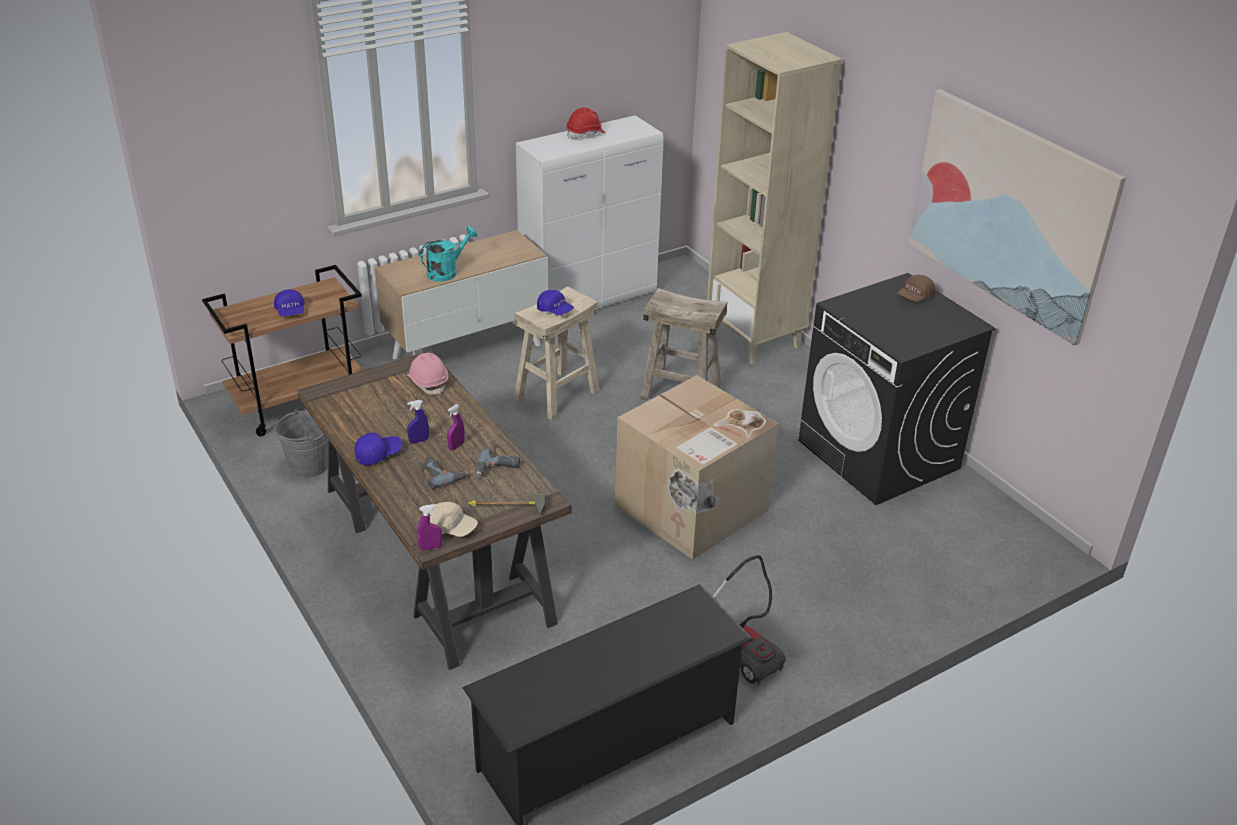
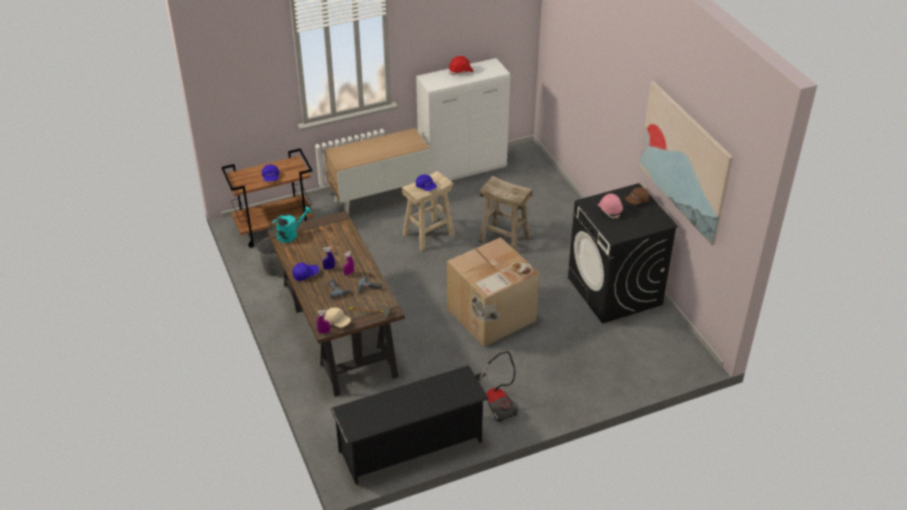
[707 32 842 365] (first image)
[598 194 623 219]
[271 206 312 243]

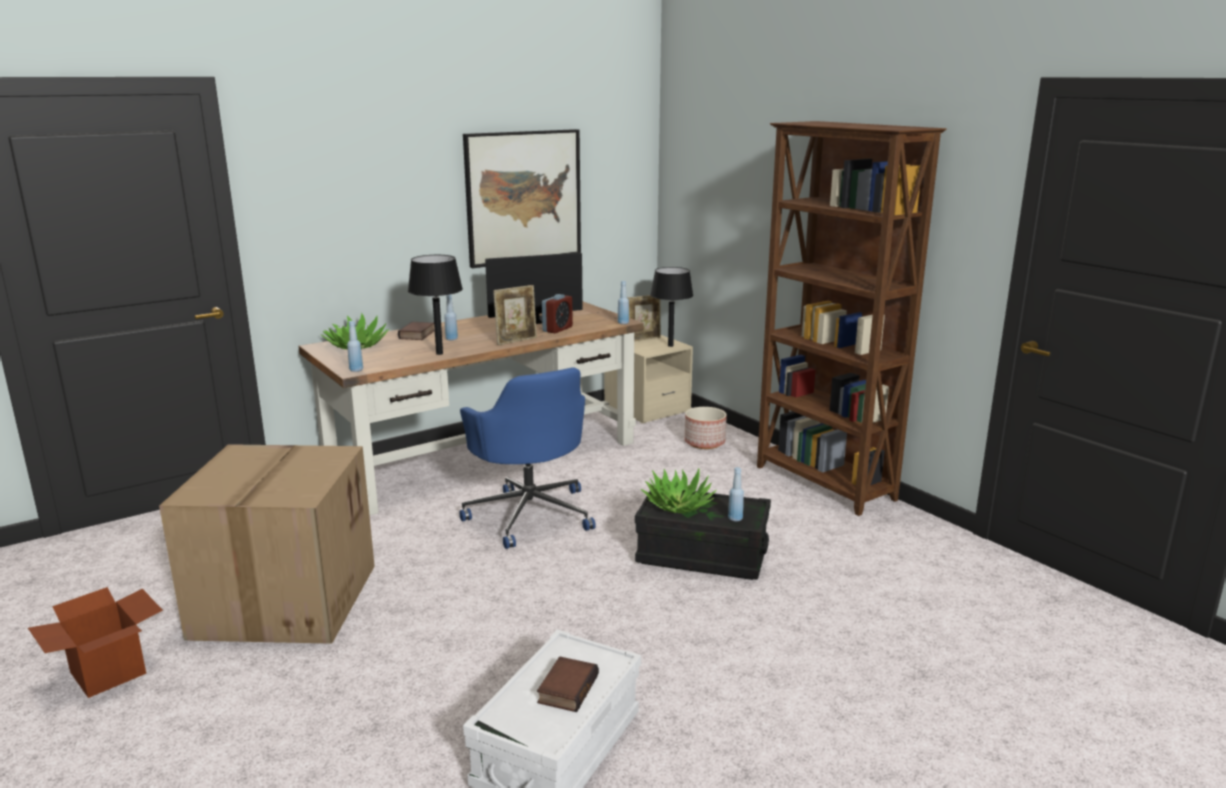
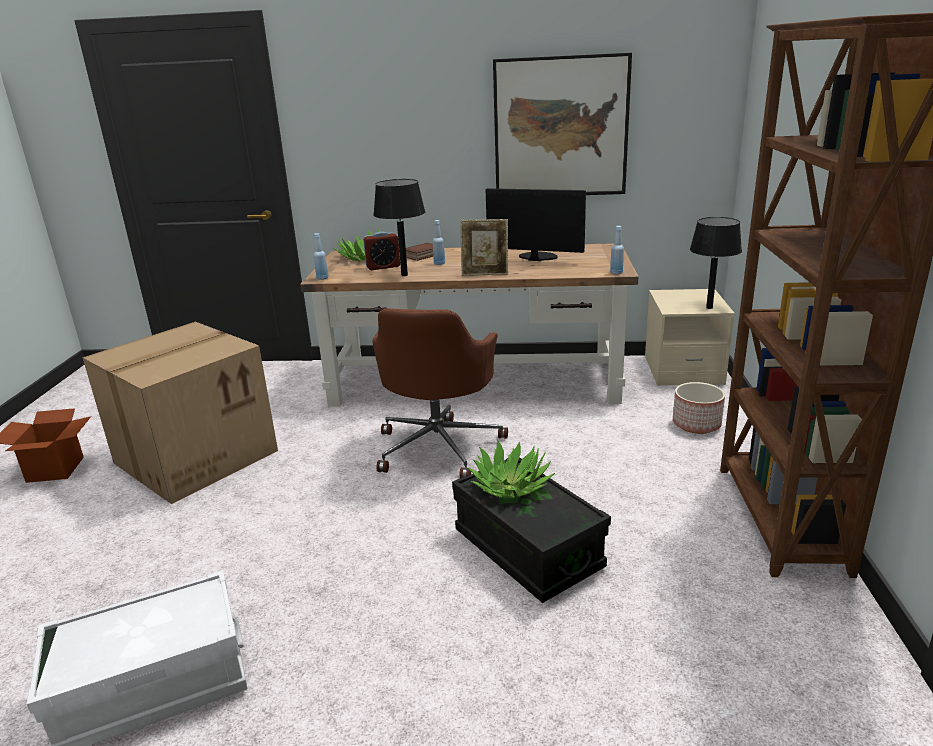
[537 657 599 712] (first image)
[627 295 661 341] (first image)
[728 467 744 521] (first image)
[363 231 400 271]
[372 308 508 478]

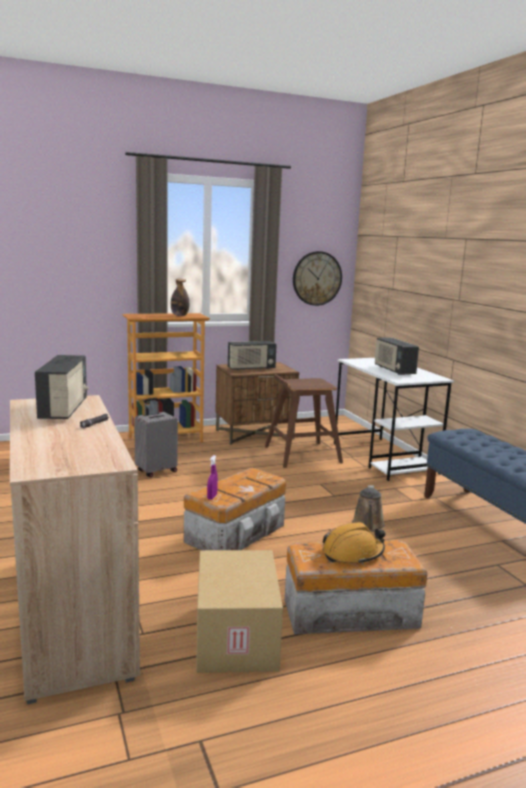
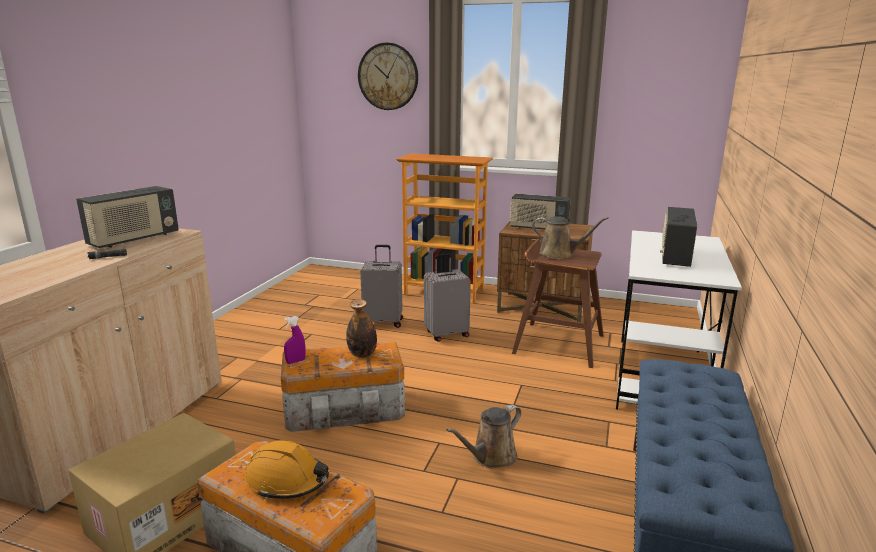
[424 253 471 342]
[532 216 609 259]
[346 299 377 358]
[358 42 418 110]

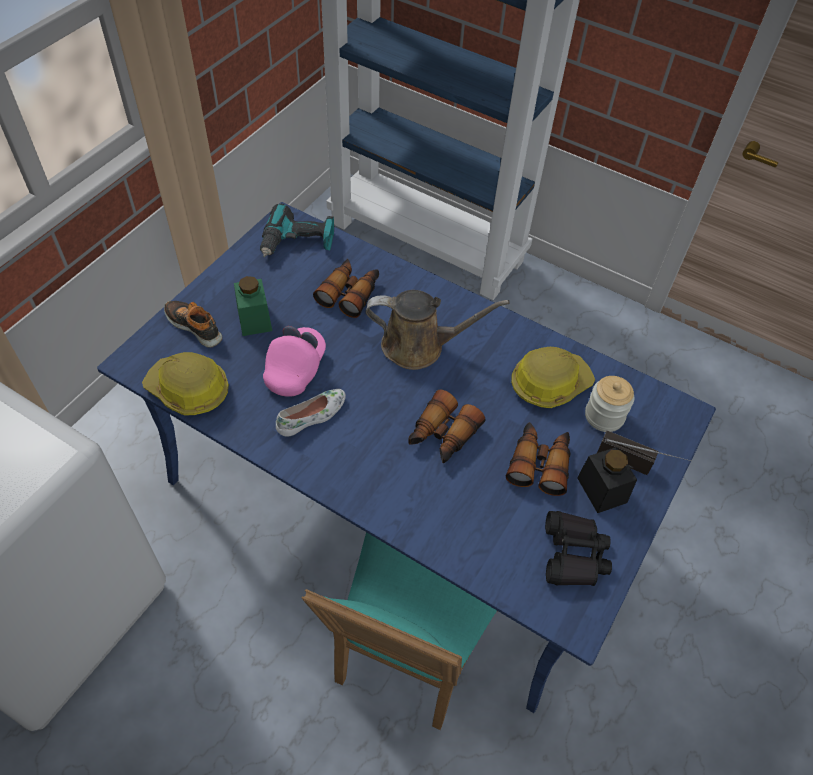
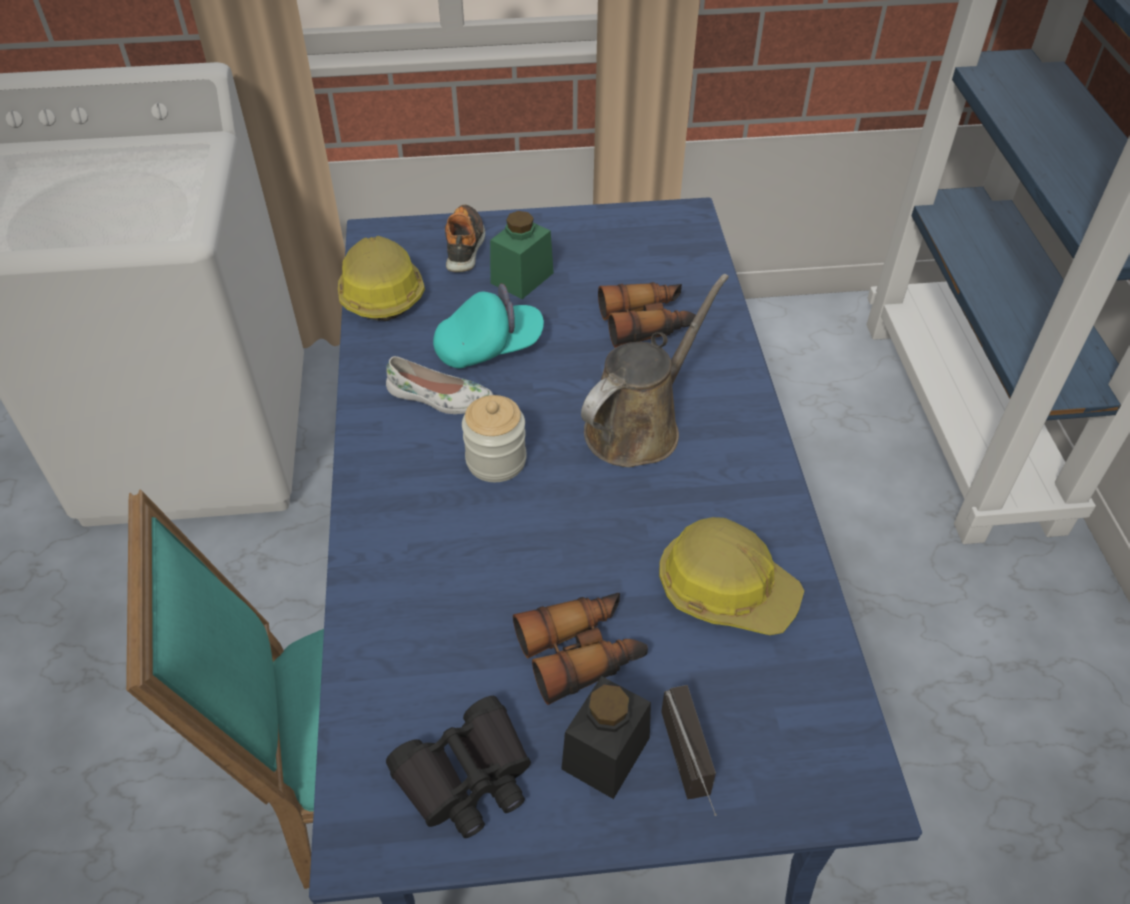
[260 203 334 257] (first image)
[408 390 485 463] (first image)
[462 395 527 482]
[433 284 544 369]
[581 274 729 467]

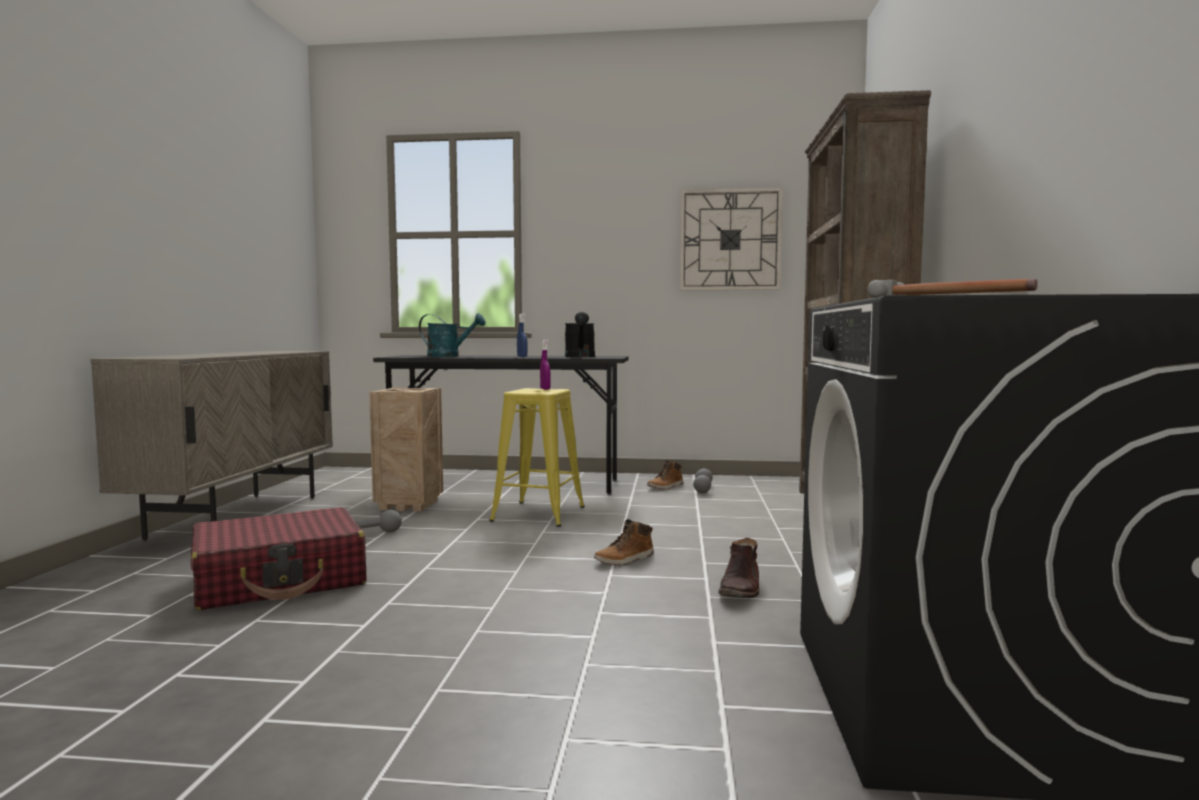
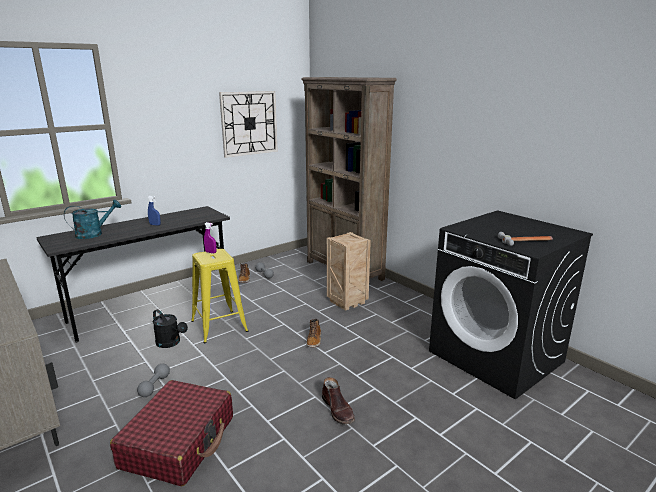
[327 232 371 311]
[152 309 188 348]
[322 377 355 425]

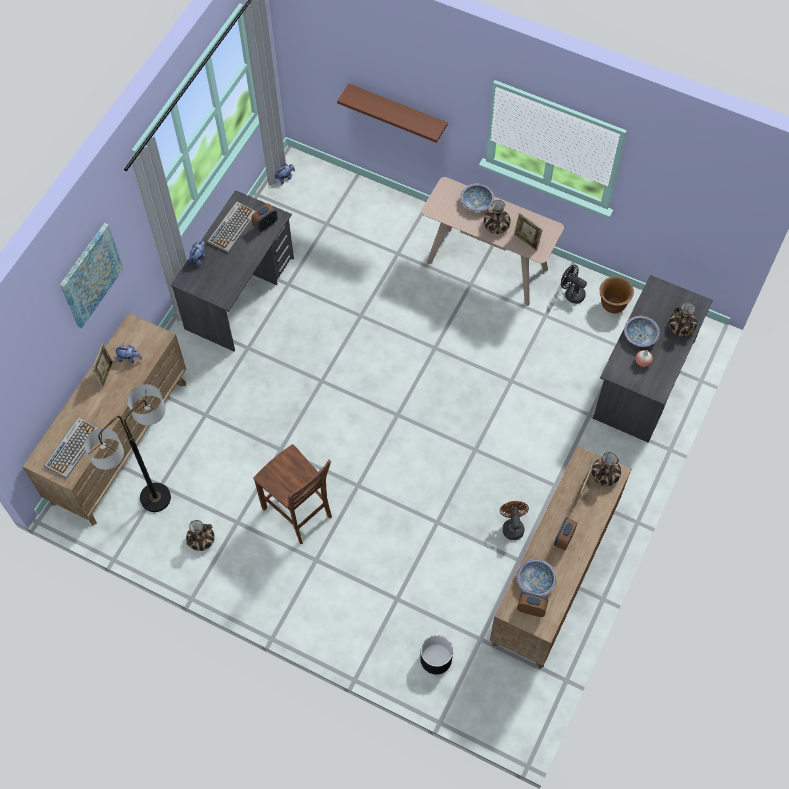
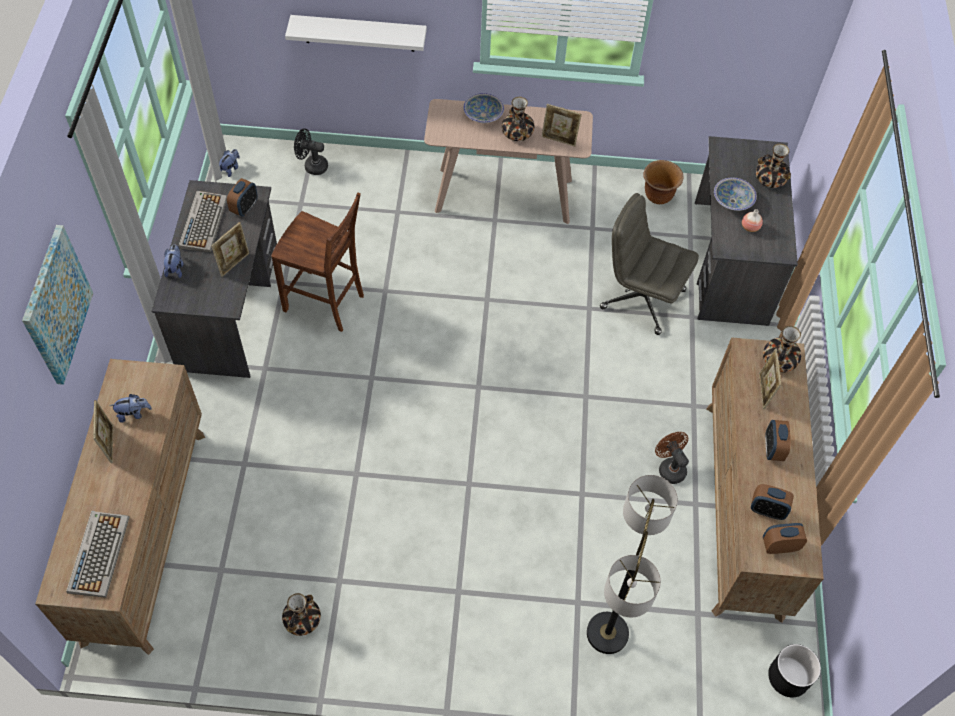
[211 222 249 277]
[600 193 699 335]
[587 475 678 654]
[271 192 364 332]
[768 644 821 697]
[294 128 328 175]
[751 484 794 520]
[285 15 427 52]

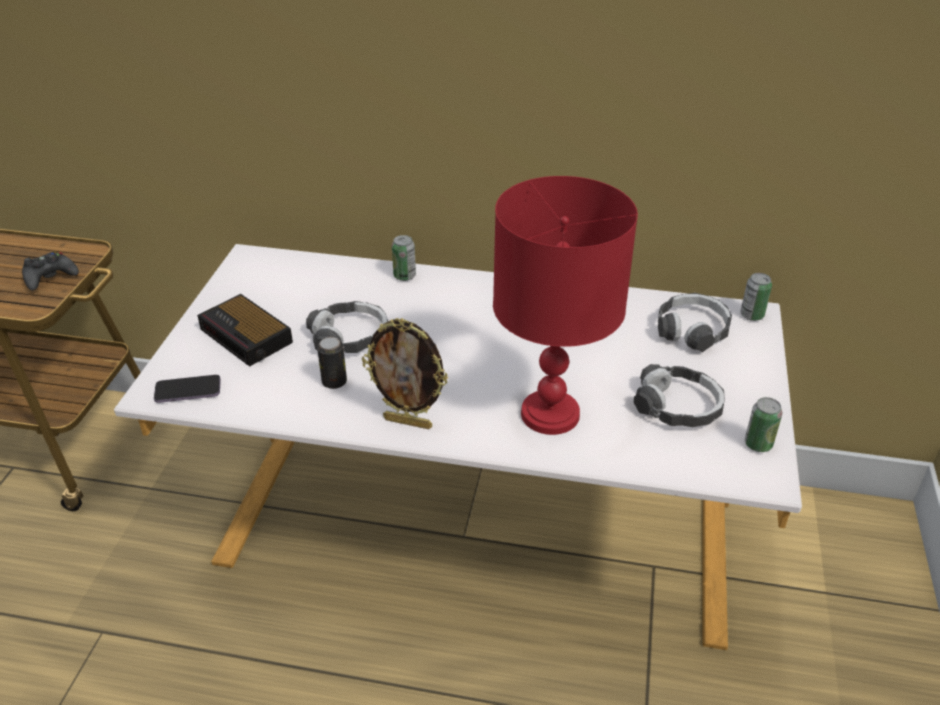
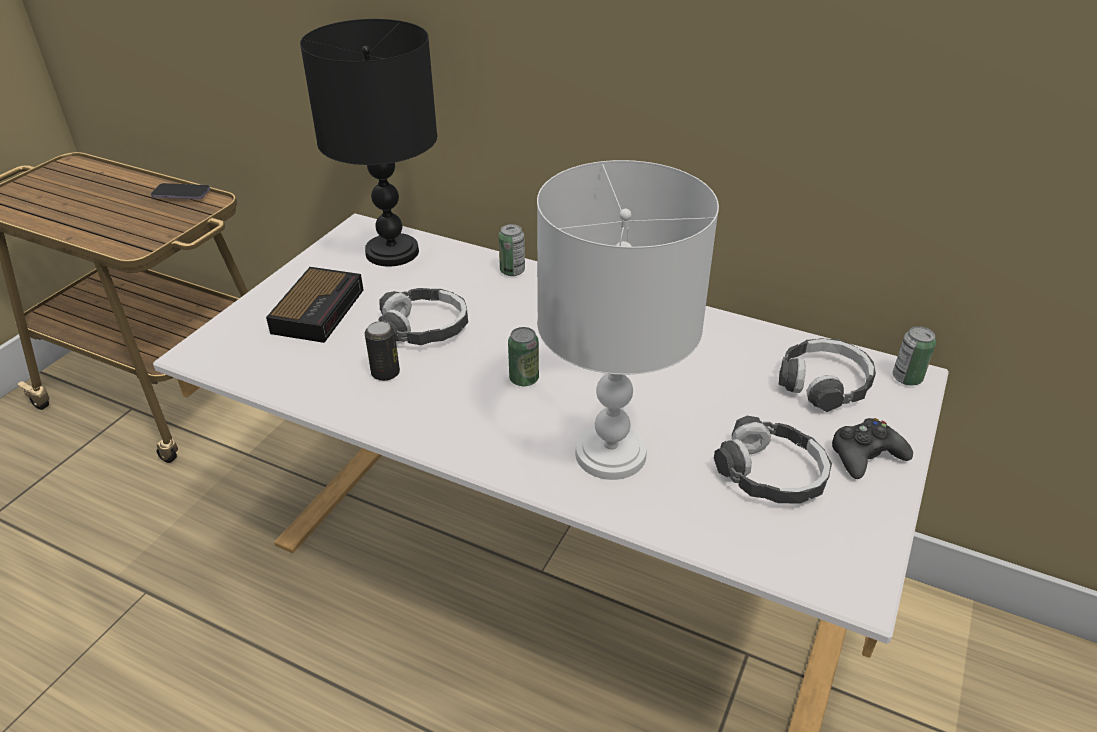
[362 318 448 429] (first image)
[300 19 437 267]
[832 418 913 479]
[151 183 210 199]
[508 327 539 386]
[537 160 719 480]
[266 267 363 343]

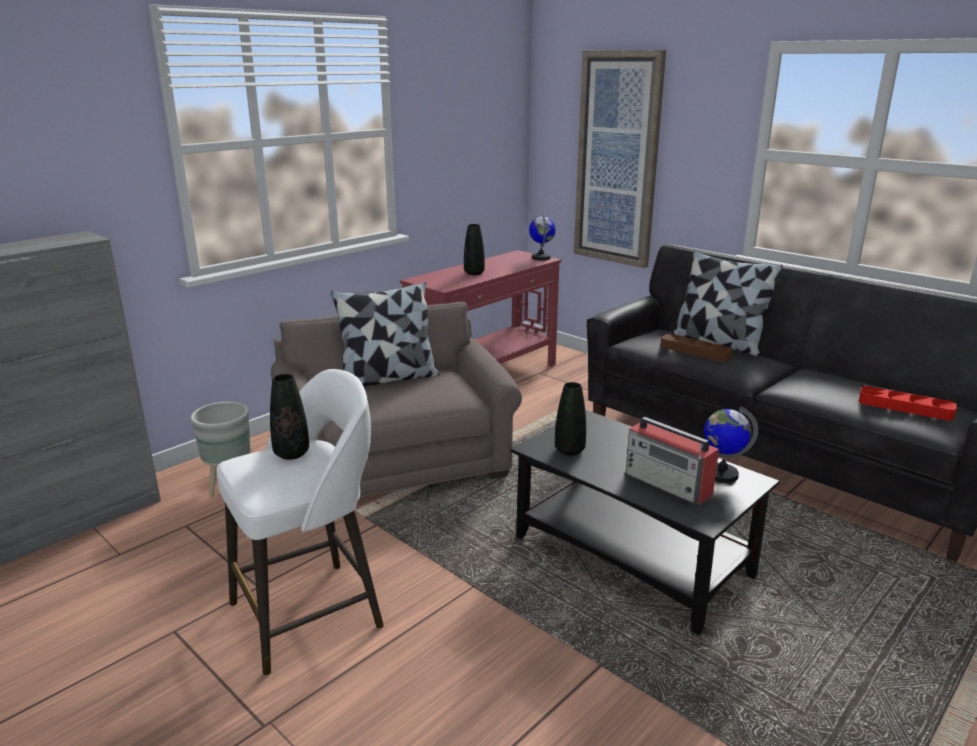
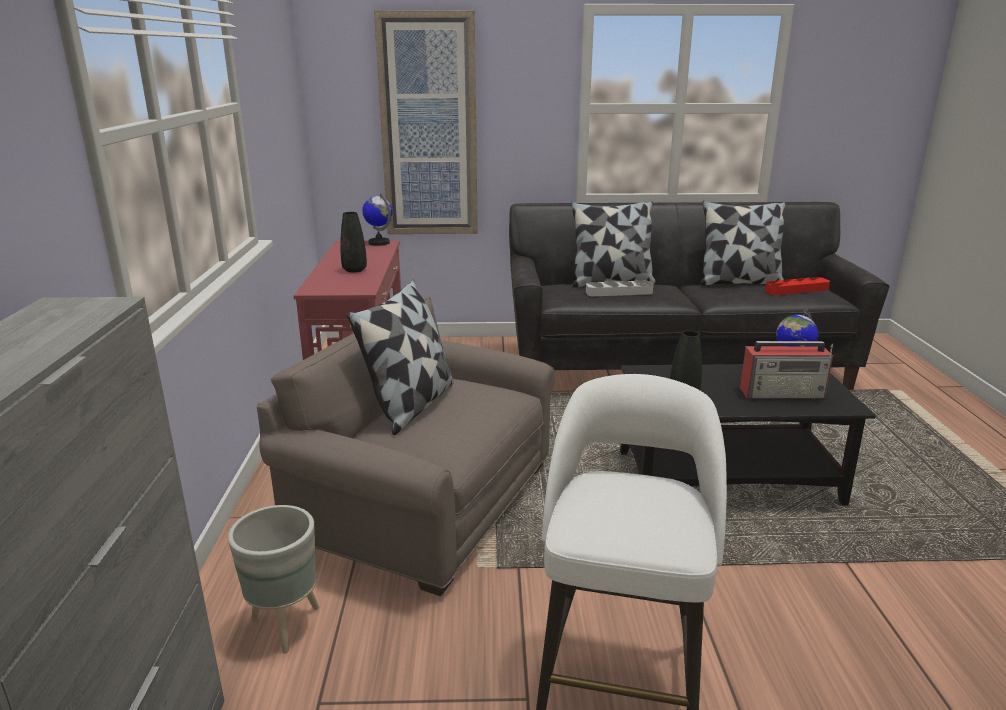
[270 374 309 460] (first image)
[700 201 786 286]
[586 281 653 296]

